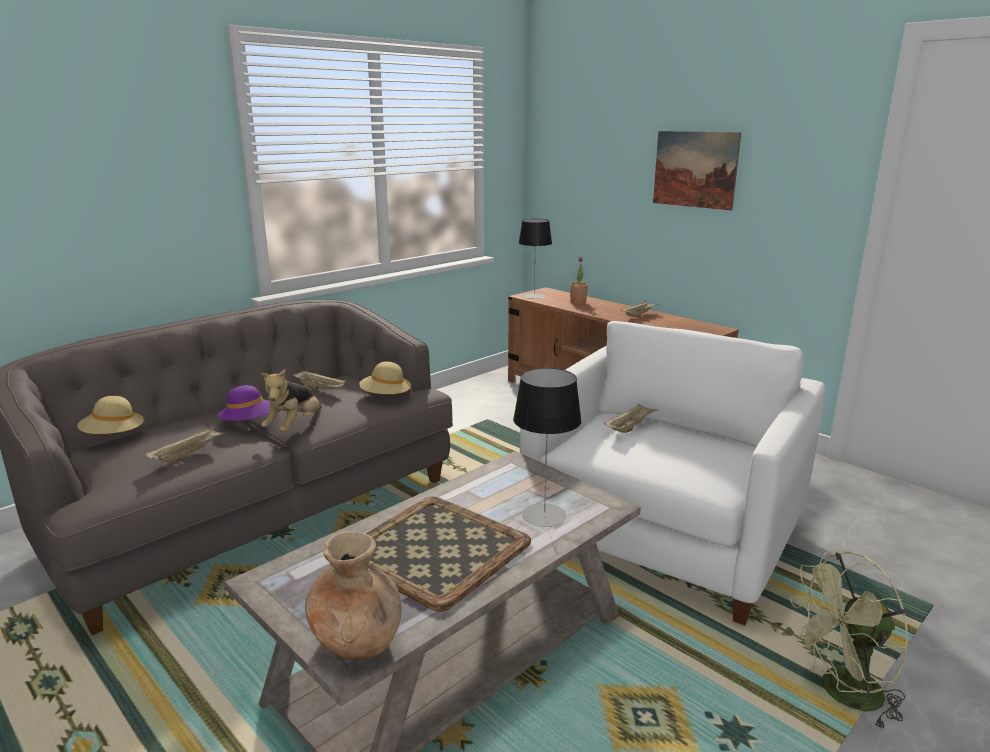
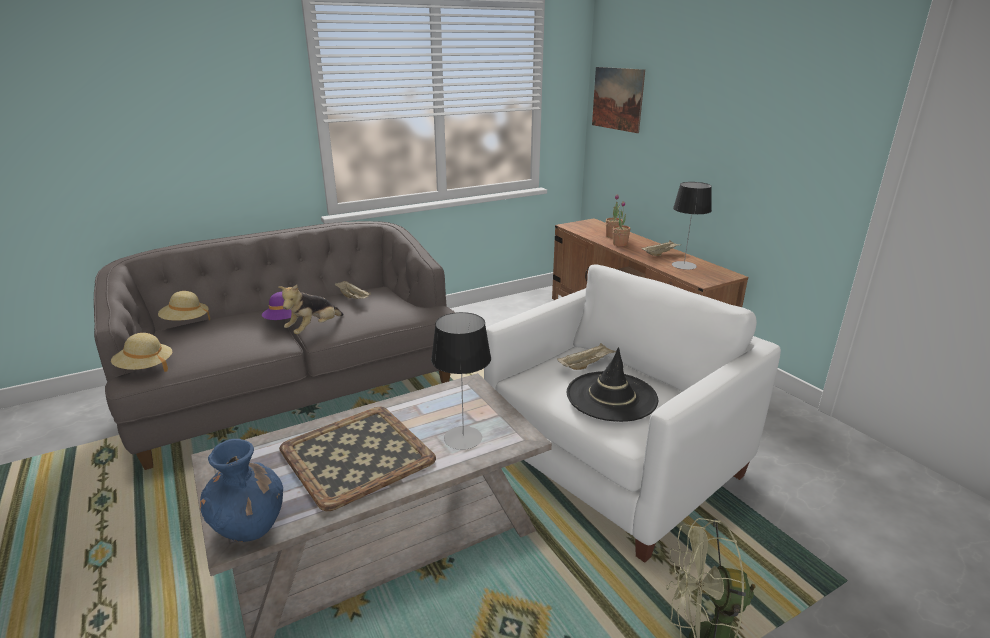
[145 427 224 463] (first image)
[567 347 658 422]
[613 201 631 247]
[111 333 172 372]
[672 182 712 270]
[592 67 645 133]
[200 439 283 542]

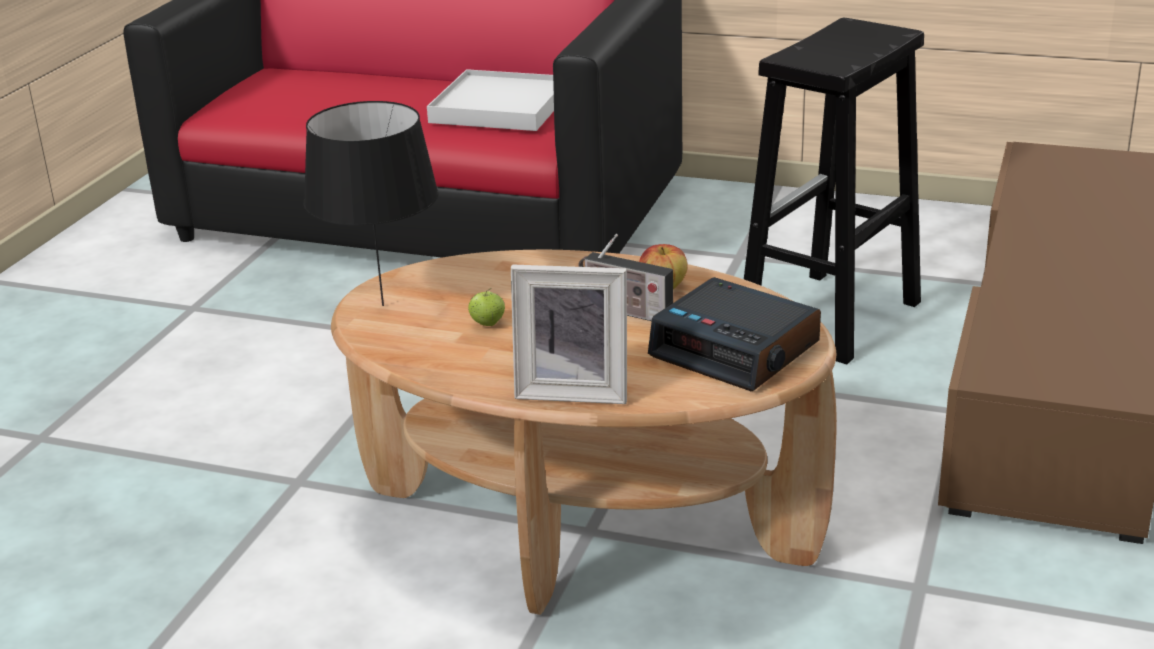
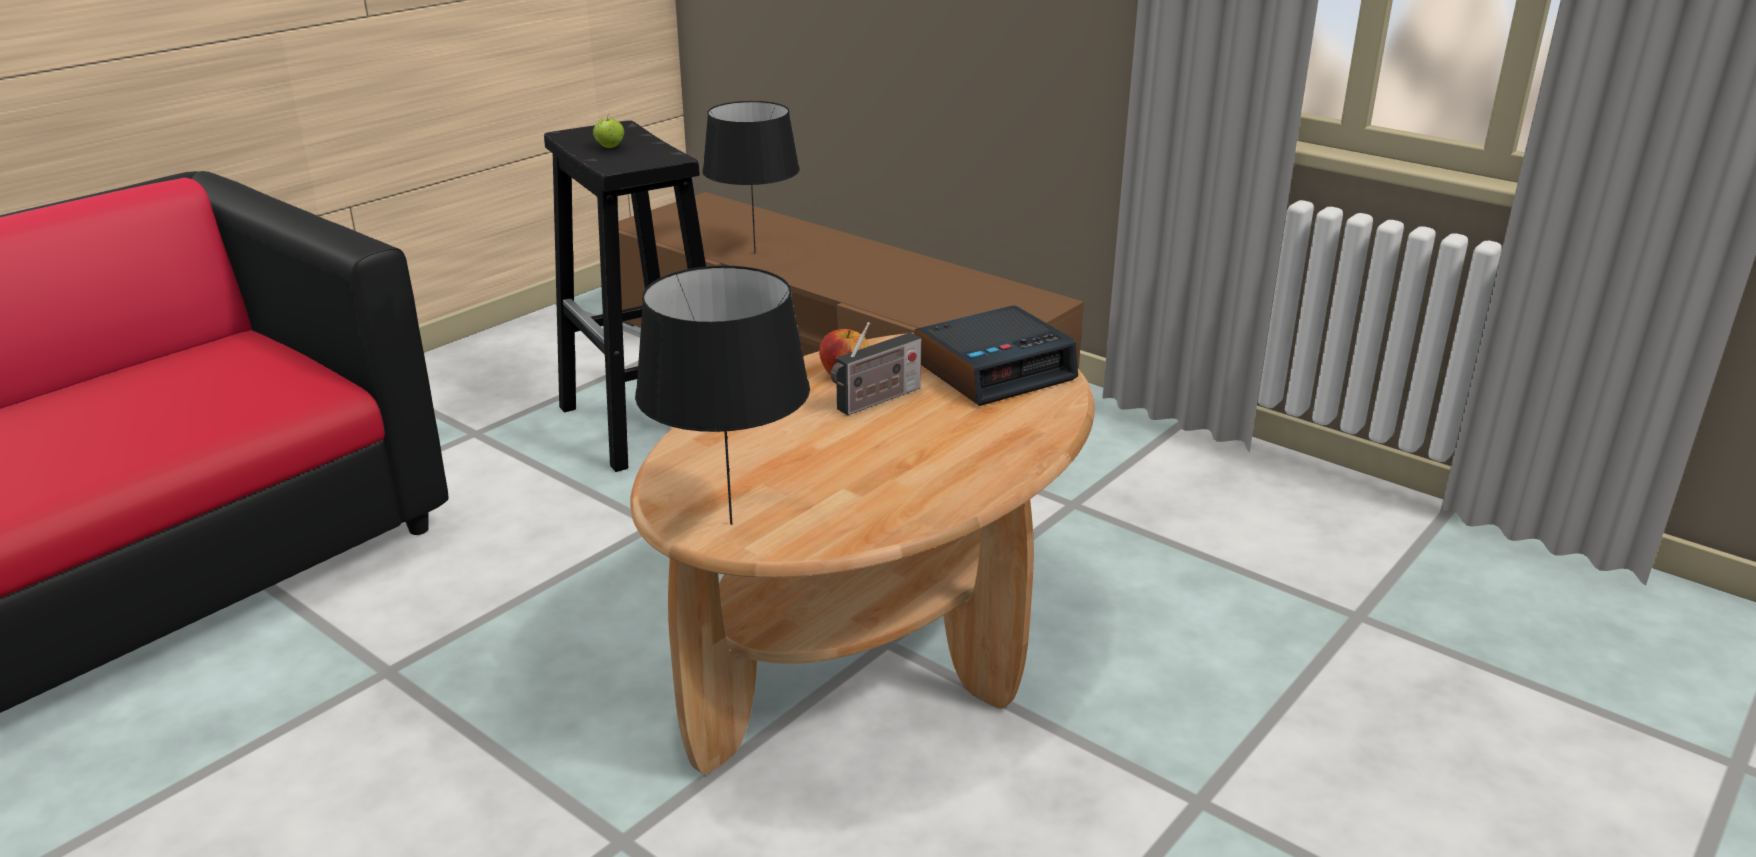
[427 69 554 131] (first image)
[511 264 627 404] (first image)
[702 101 800 254]
[593 113 624 148]

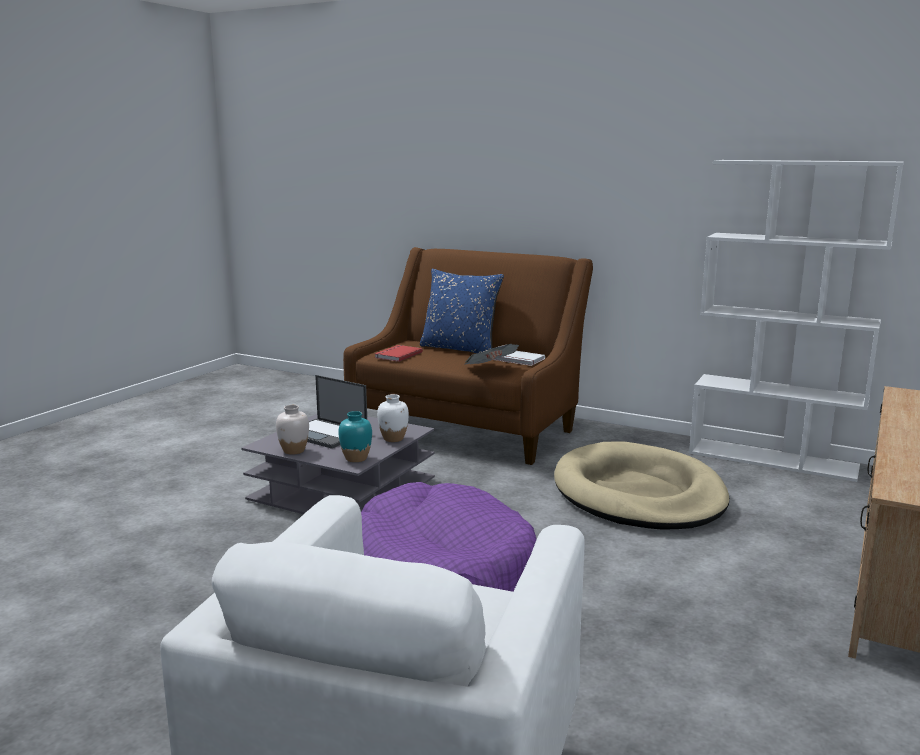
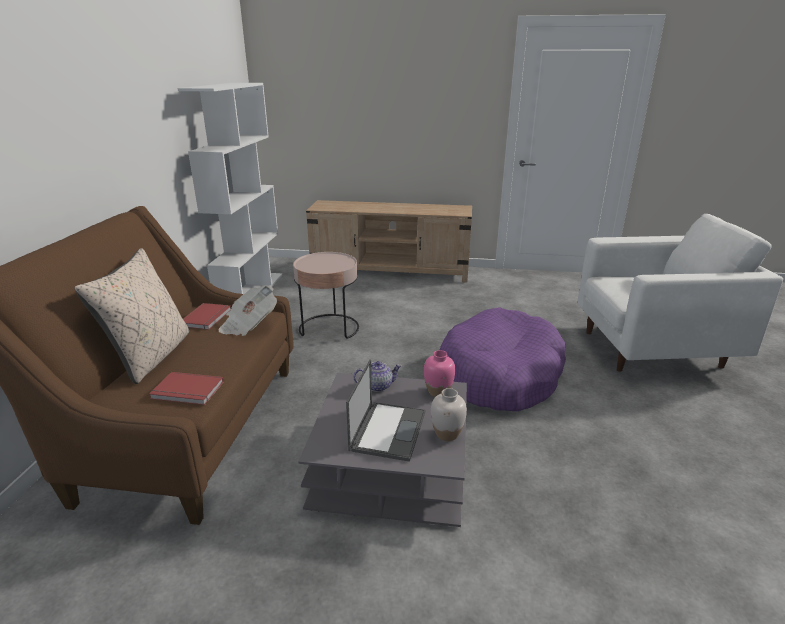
[353 361 402 392]
[293 252 359 339]
[424 350 455 397]
[74 248 189 384]
[183 303 231 330]

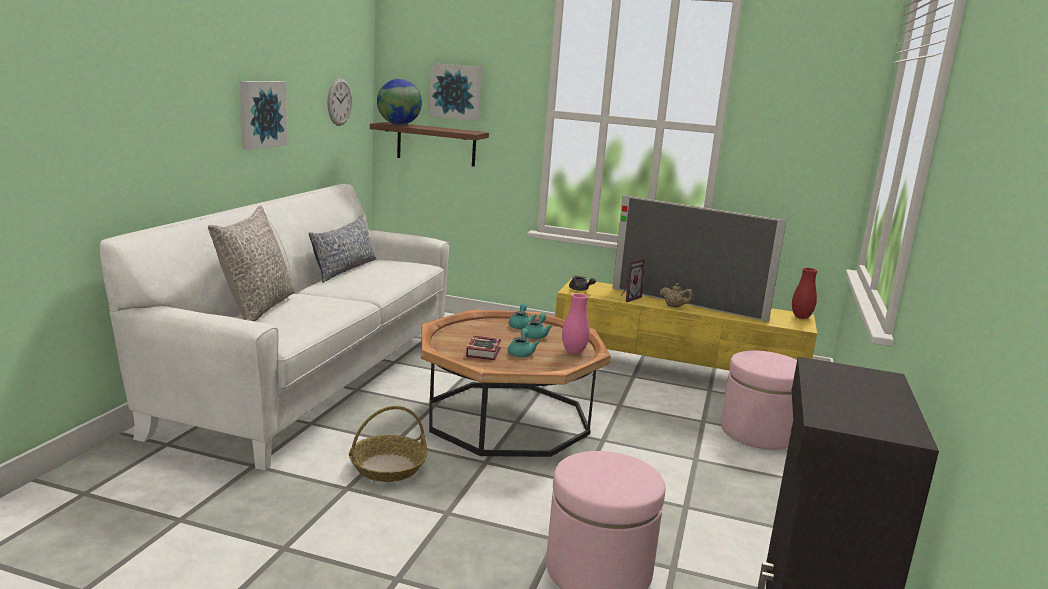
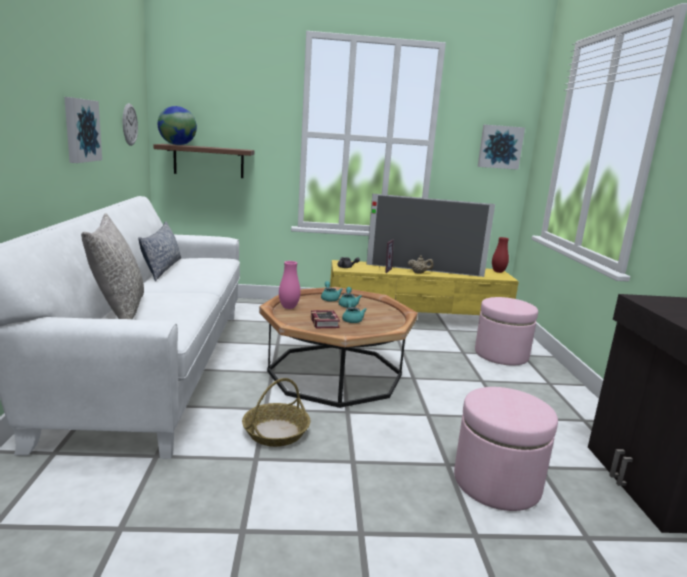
[478 125 525 170]
[279 261 300 309]

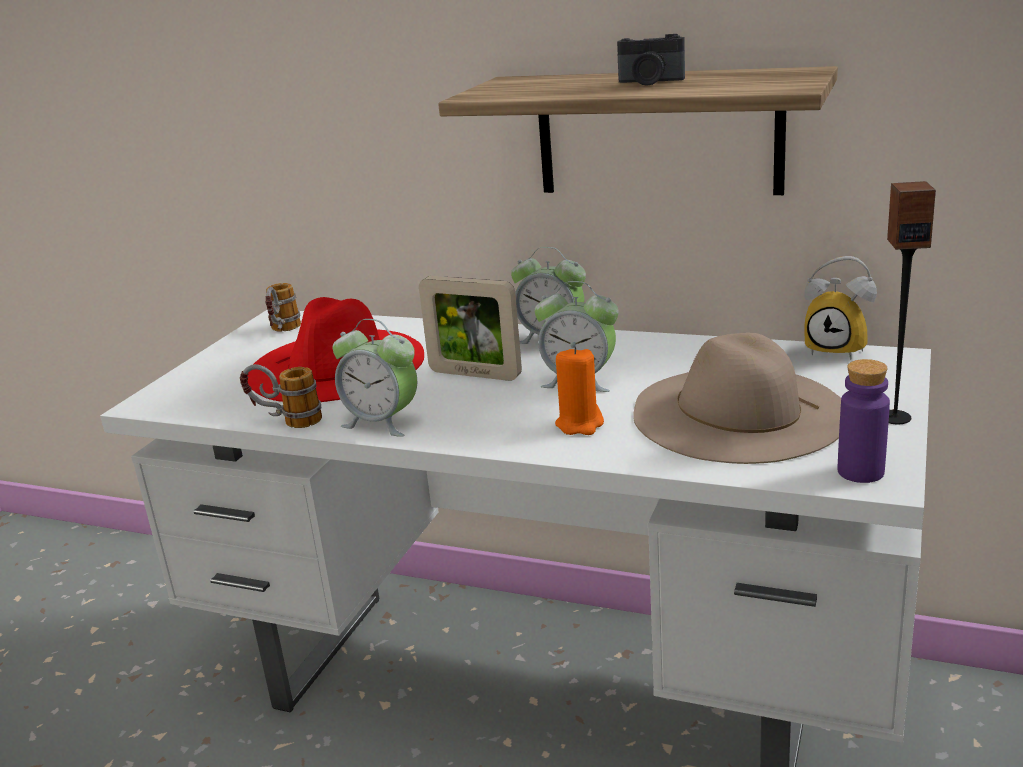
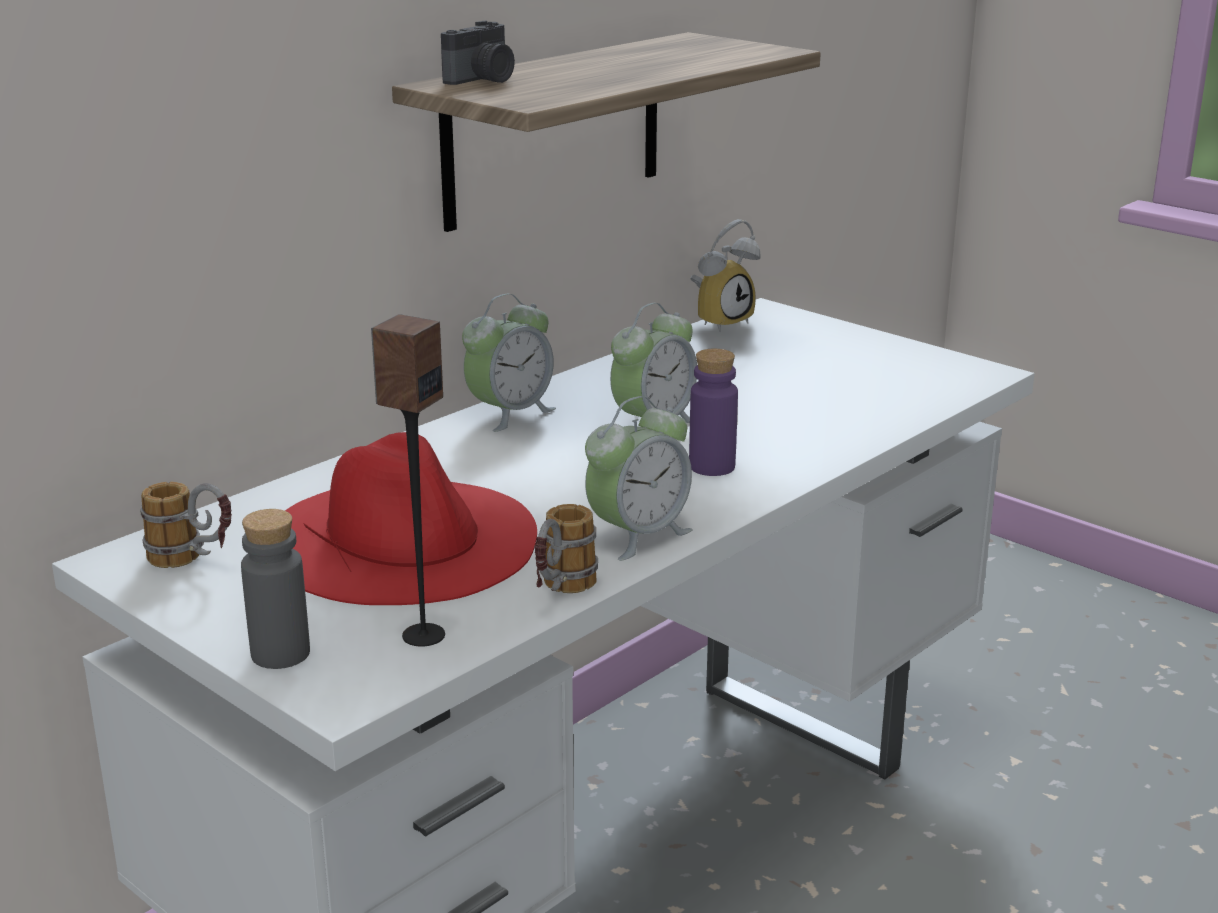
[419 276 522 381] (first image)
[555 346 604 435] (first image)
[633 333 841 464] (first image)
[241 509 310 669]
[441 20 515 85]
[689 348 738 476]
[371 314 445 647]

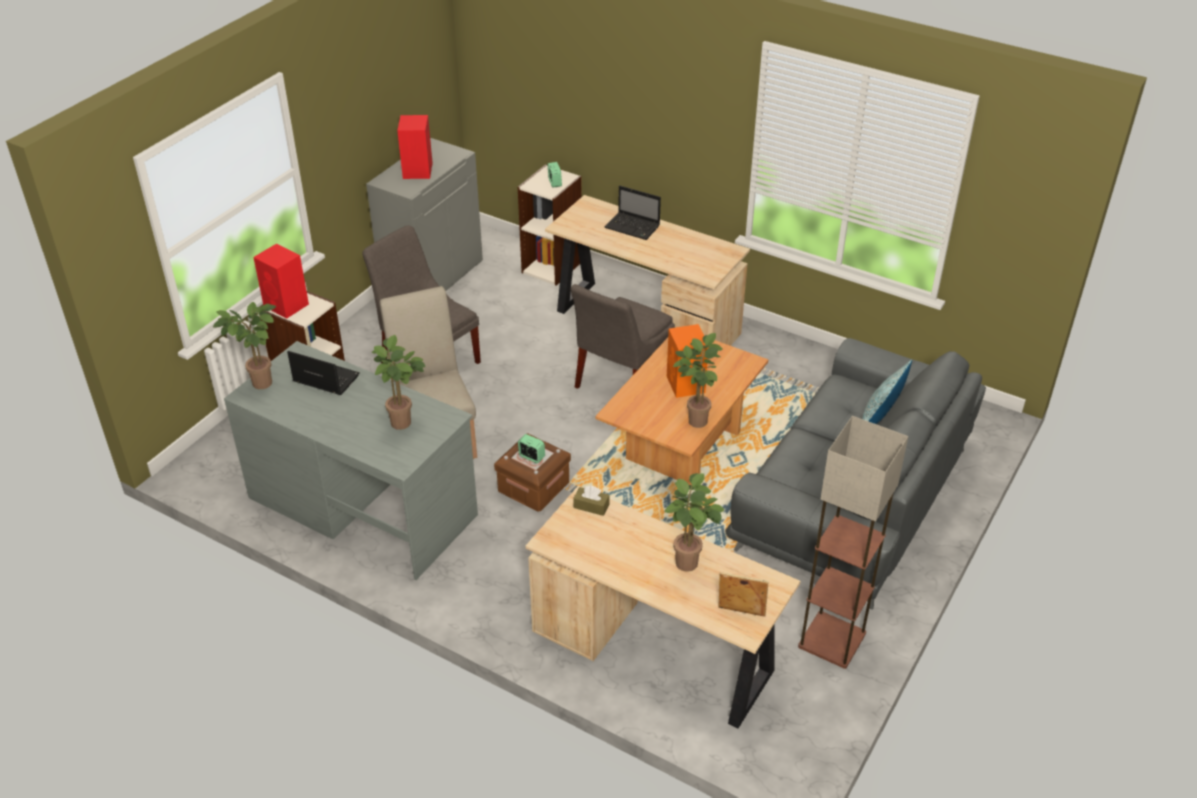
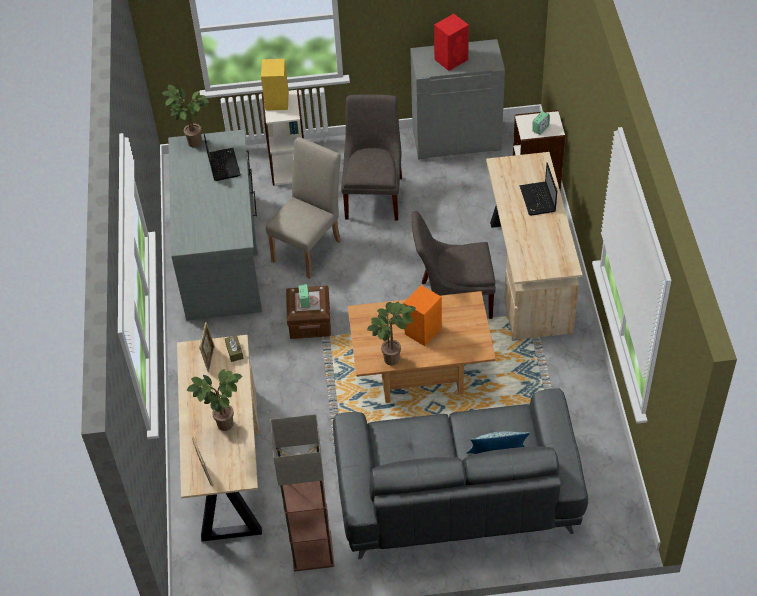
[372 335 425 430] (first image)
[199 322 215 372]
[261 59 289 111]

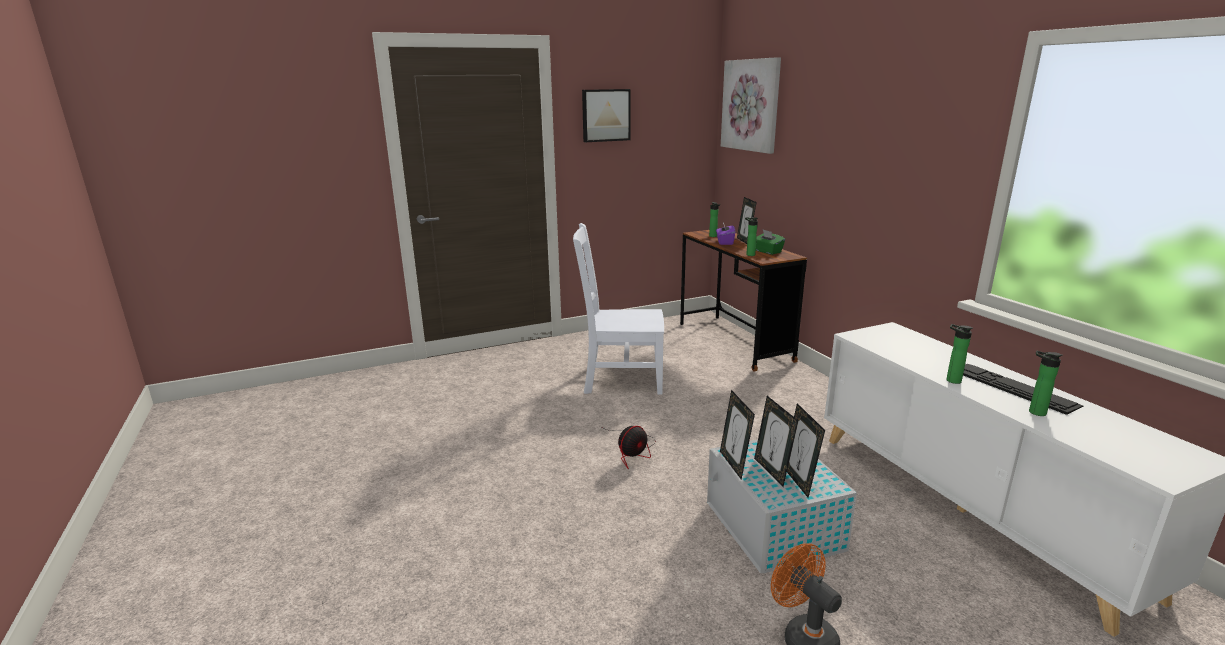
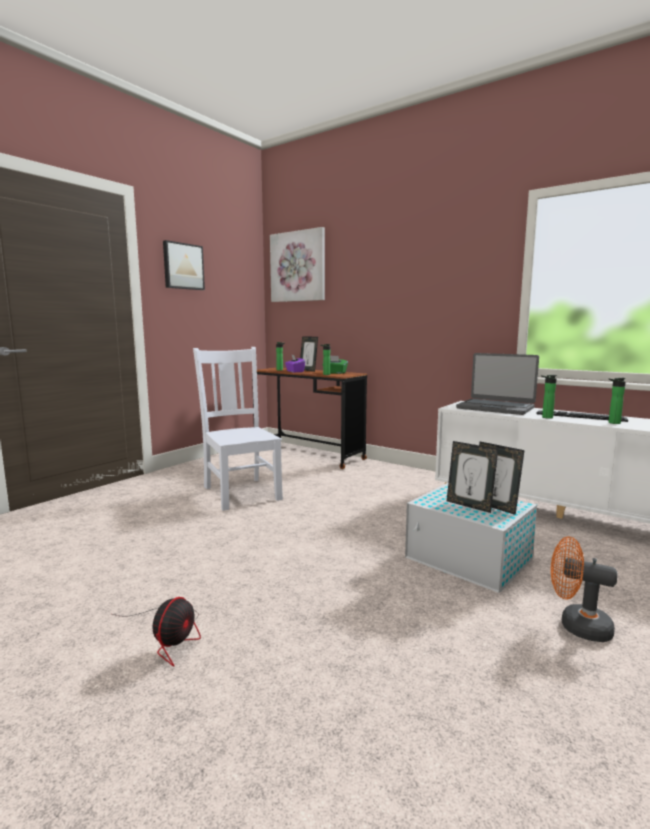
[720 390 755 480] (first image)
[456 353 539 415]
[113 597 201 667]
[193 347 283 511]

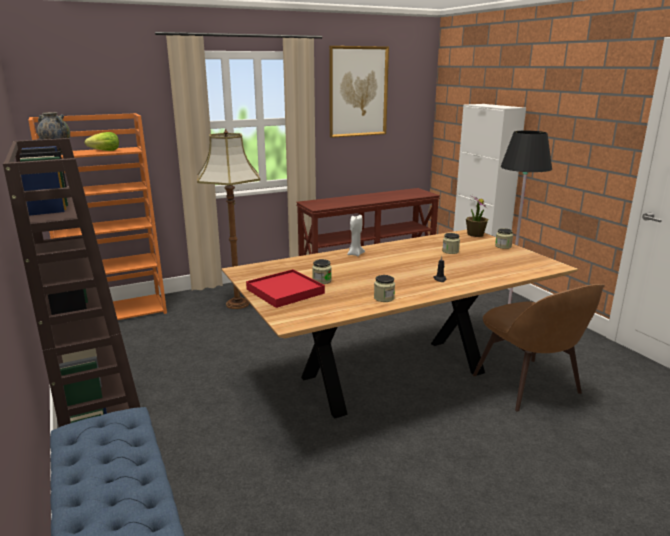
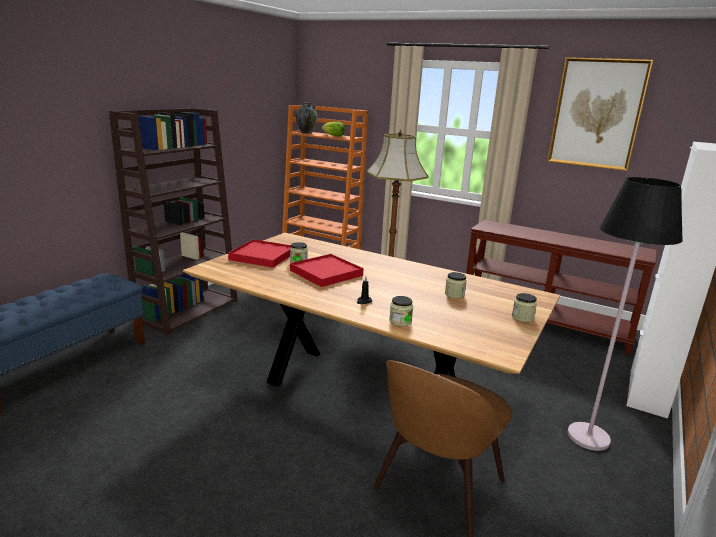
[347 215 365 256] (first image)
[466 195 488 237] (first image)
[290 254 364 287]
[389 296 413 327]

